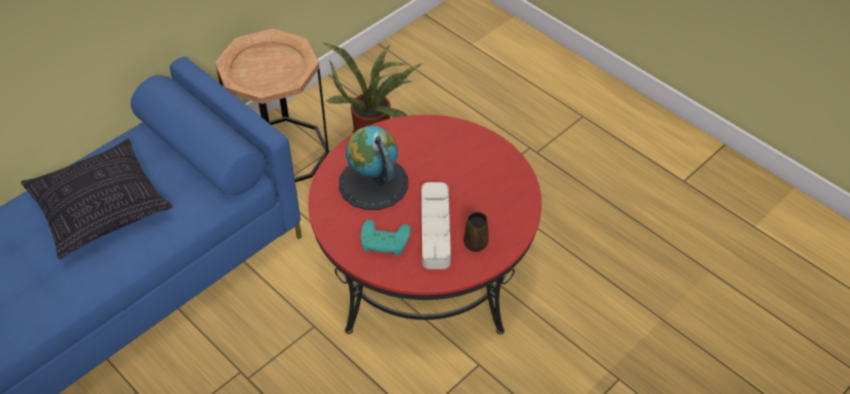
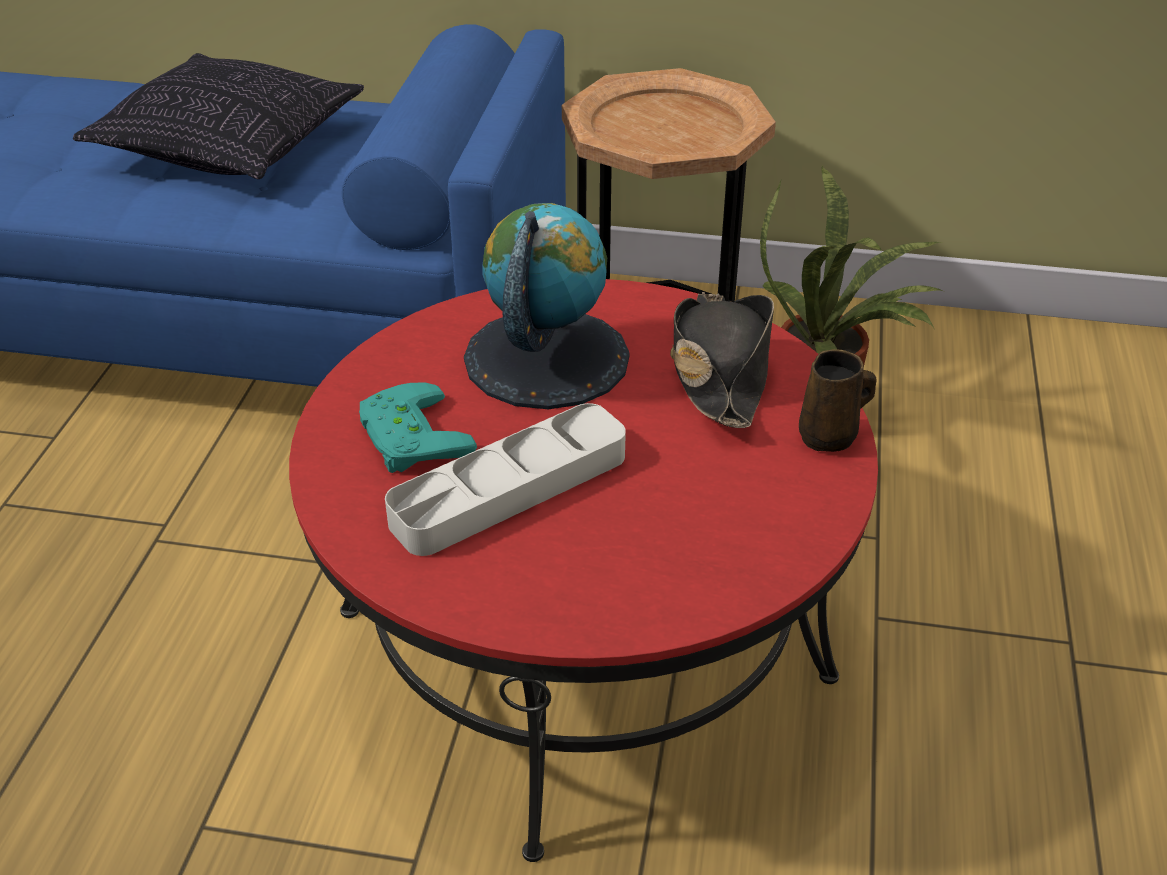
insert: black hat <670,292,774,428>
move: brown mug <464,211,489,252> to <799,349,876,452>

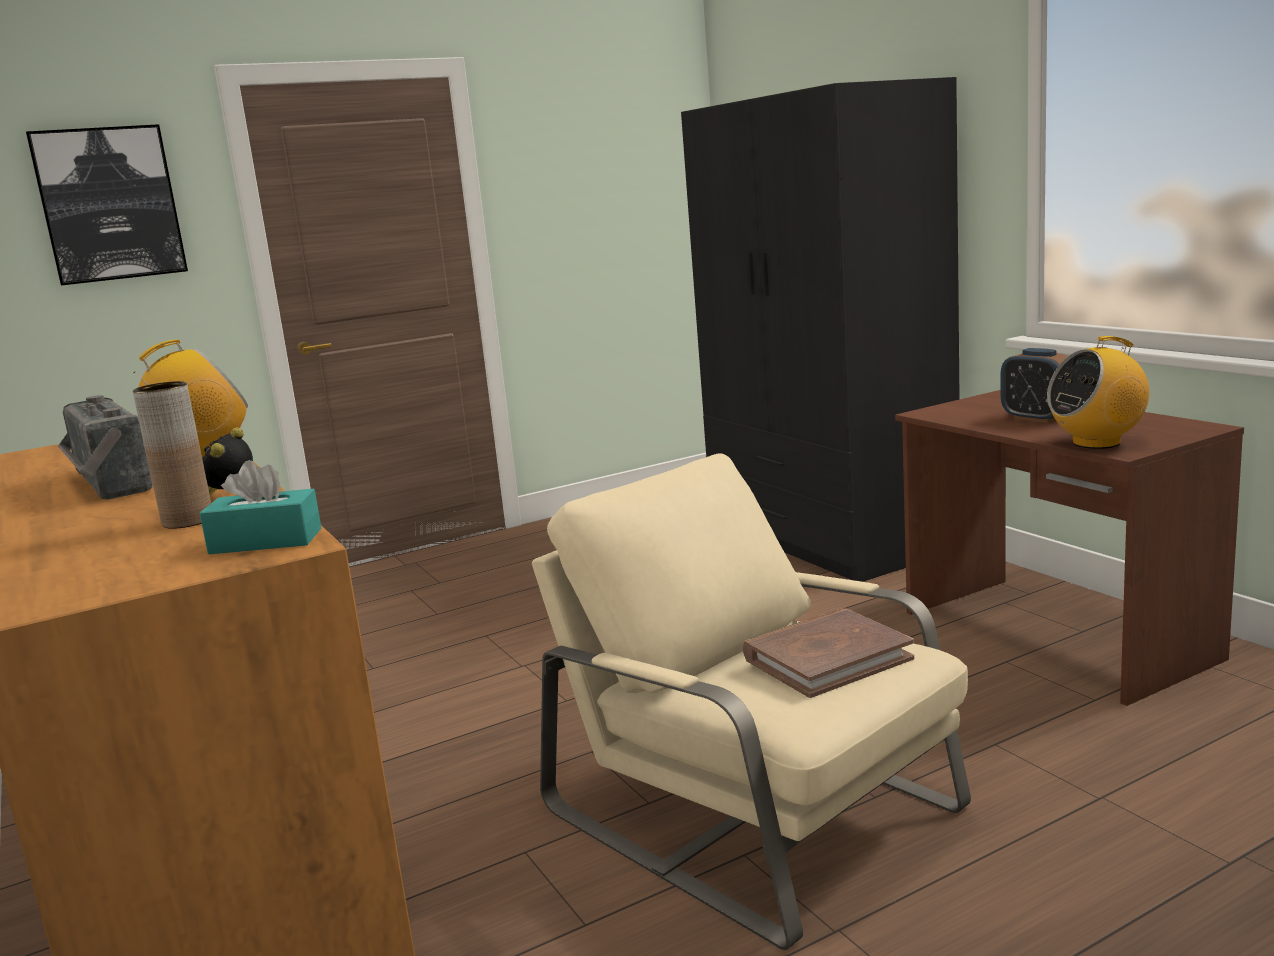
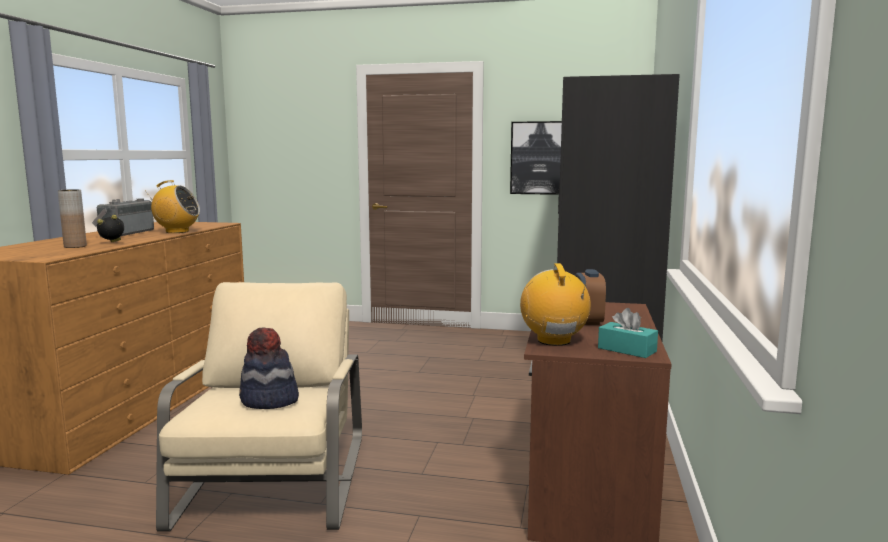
move: picture <26,124,188,285> to <510,121,562,195>; turquoise tissue box <199,460,321,554> to <598,308,658,358>
replace: brown book <743,608,914,698> to hat <239,328,299,409>
rotate: radio <1047,336,1149,449> = <520,263,591,346> 60 degrees clockwise

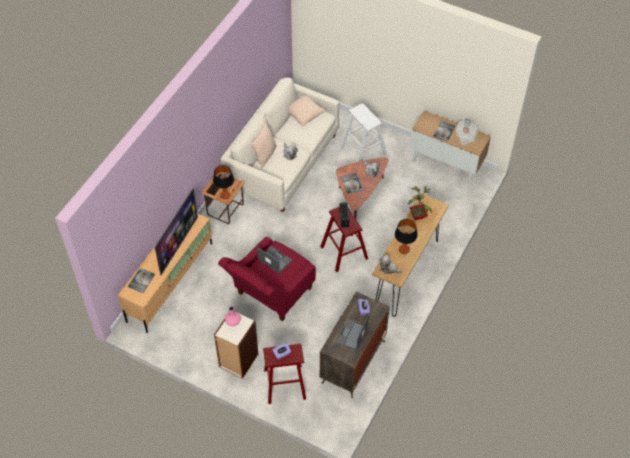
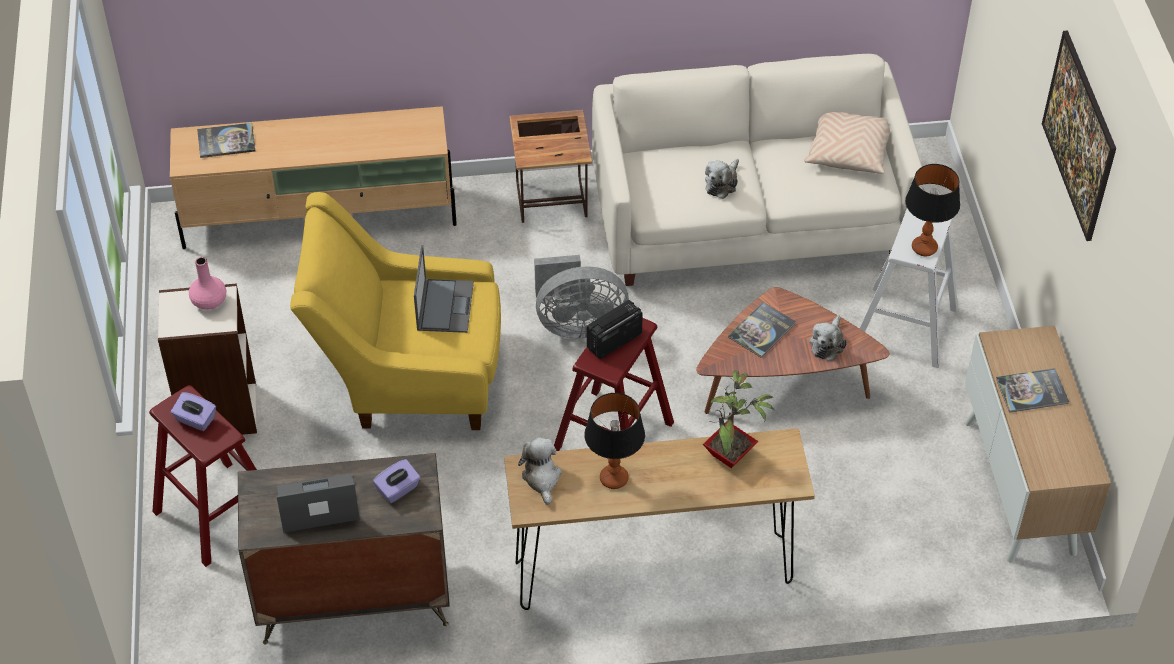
delete: television <155,189,198,275>; beige pillow <251,123,277,168>; newspaper <455,118,478,145>
insert: grey fan <534,255,629,339>; picture <1042,31,1116,241>
move: table lamp <213,165,234,199> to <905,164,960,256>
recolor: red armchair <218,237,316,321> to yellow armchair <290,192,501,430>

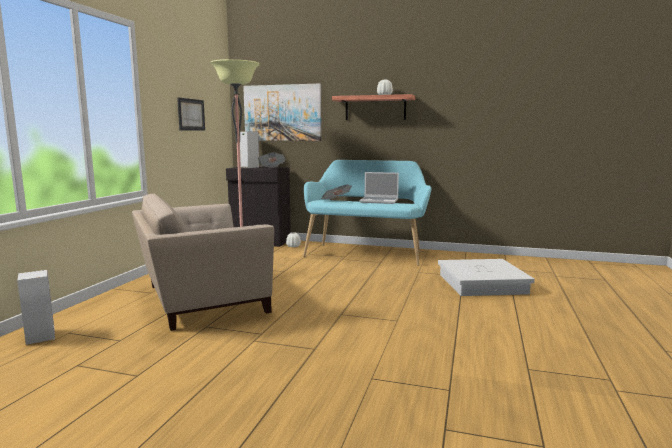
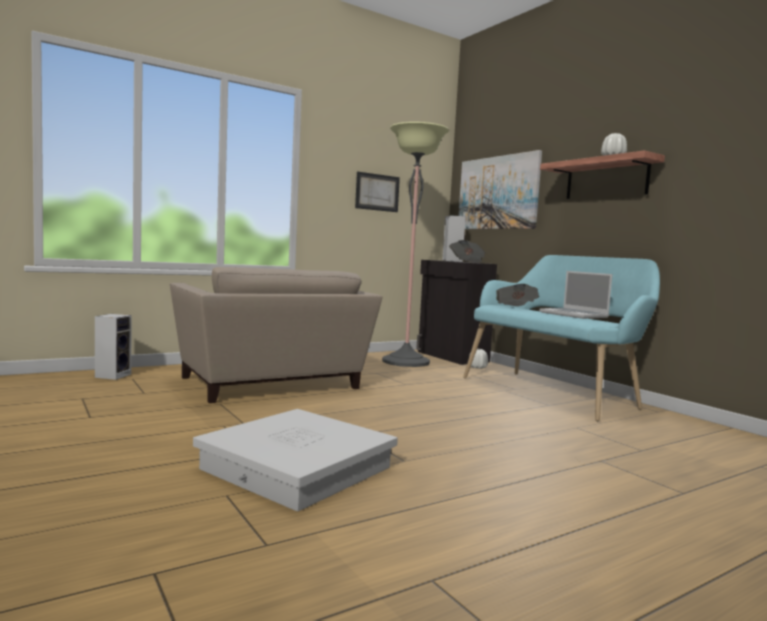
move: white storage box <438,259,535,296> to <193,409,398,512>
rotate: beige armchair <132,194,274,331> = <170,267,382,403> 135 degrees counterclockwise

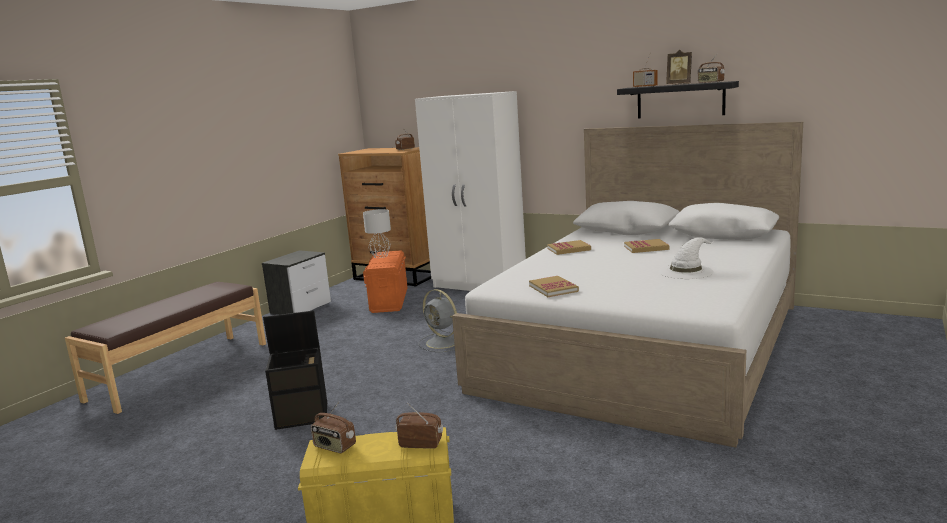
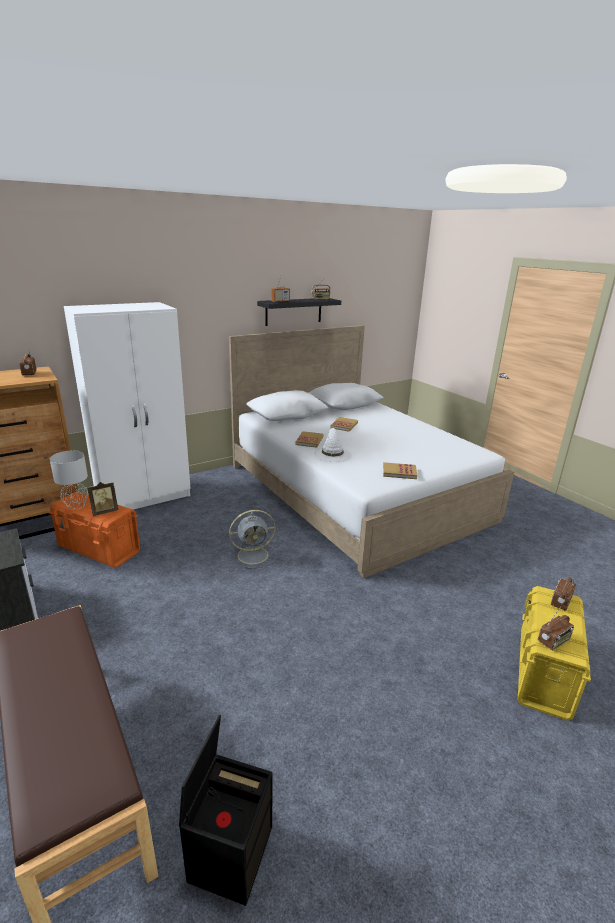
move: black storage box <263,310,327,430> to <179,715,272,906>; white hat <659,237,715,279> to <314,428,351,462>; picture frame <666,50,692,85> to <88,482,118,516>

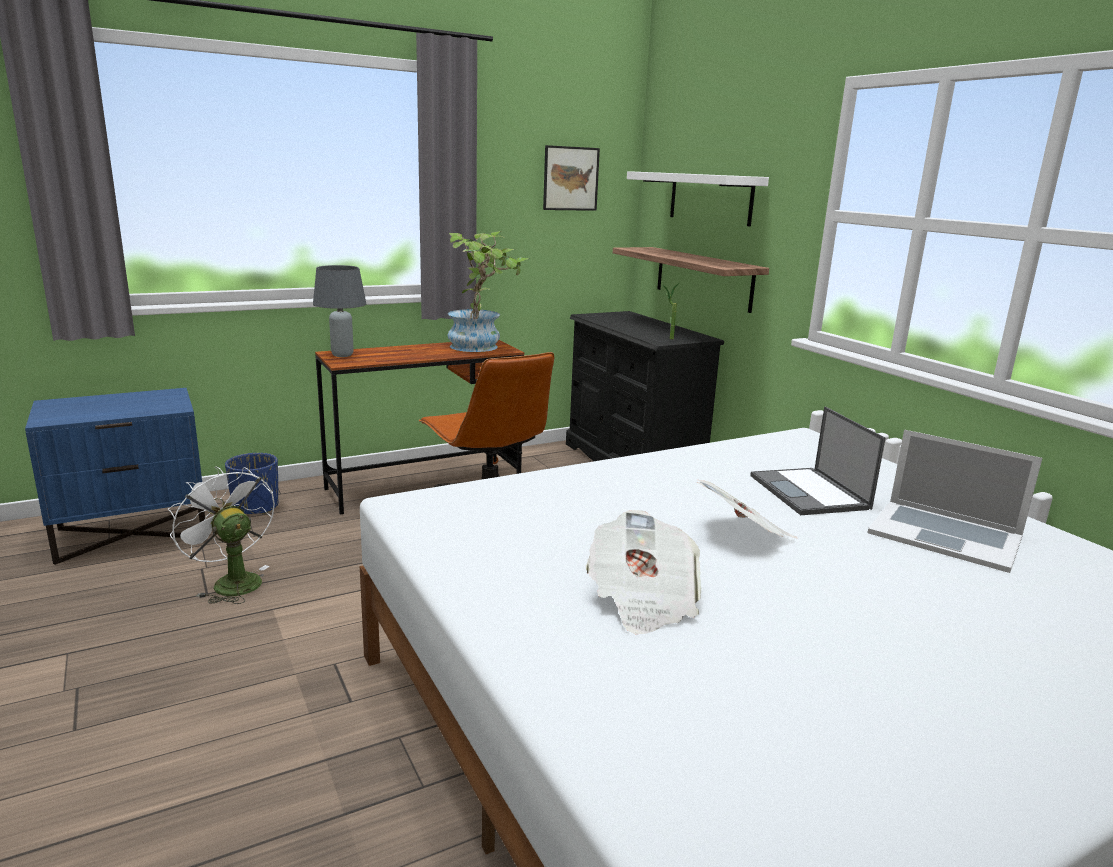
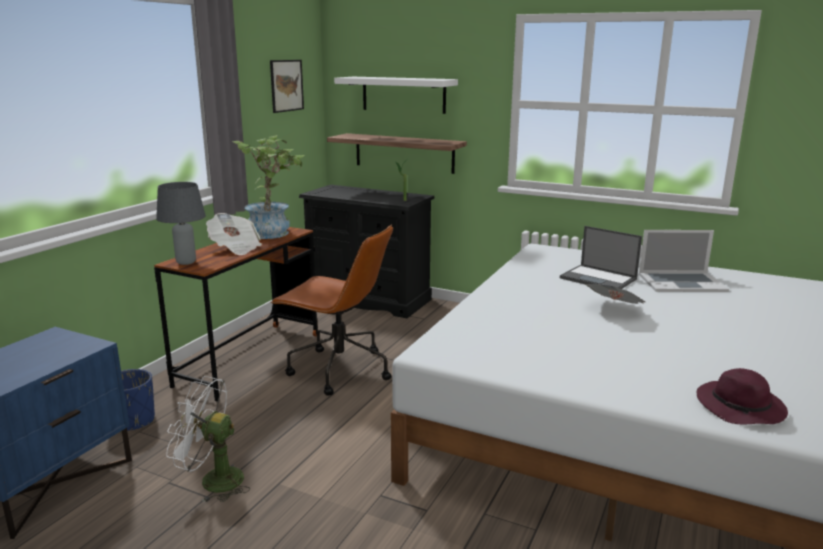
insert: purple hat <697,368,788,425>
move: newspaper <586,510,701,635> to <206,213,262,255>

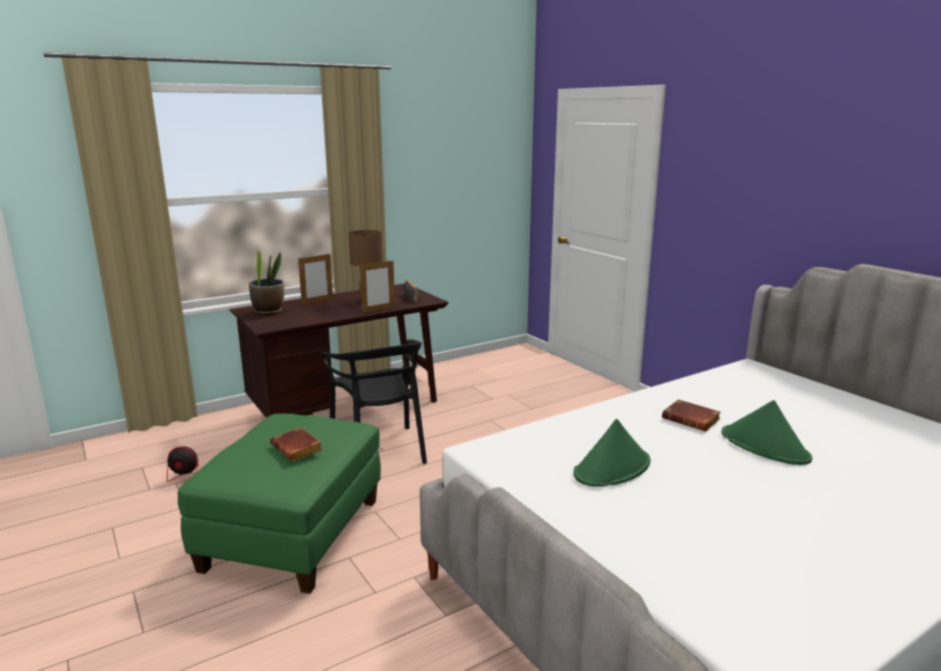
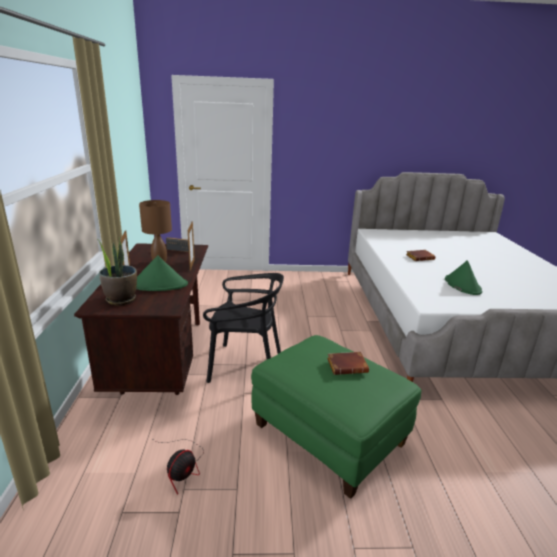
move: green hat <721,400,812,465> to <136,255,188,291>

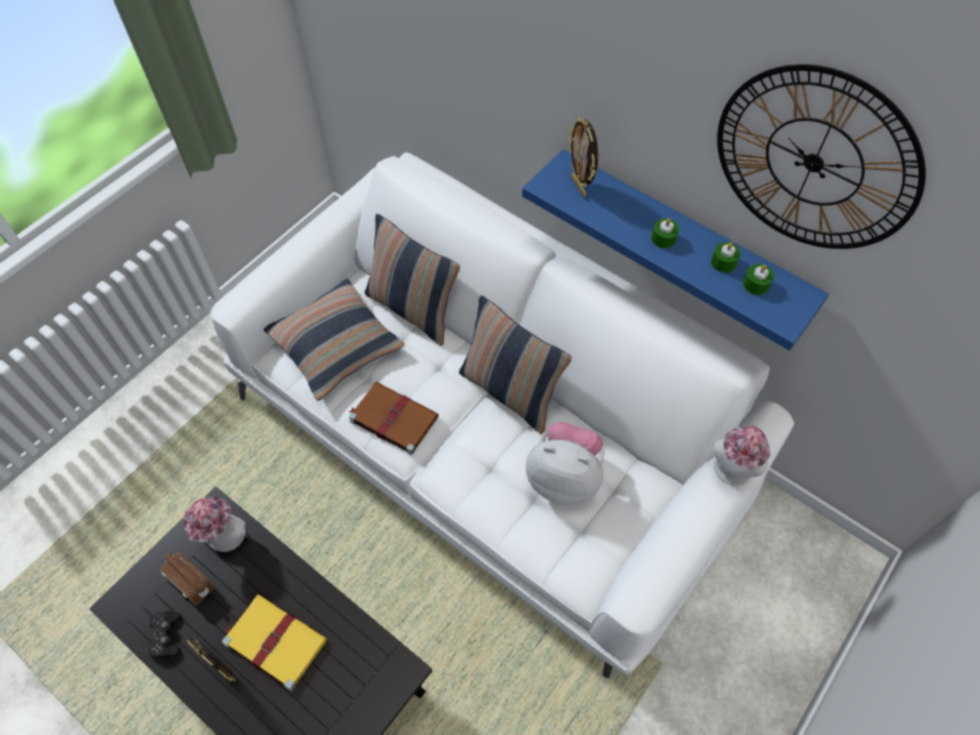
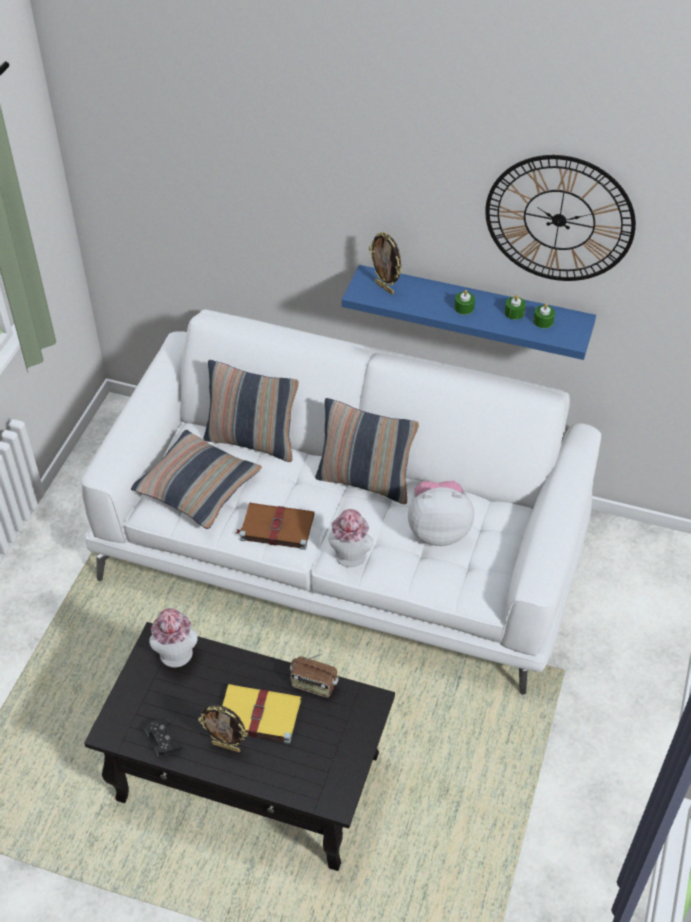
move: radio <160,551,215,605> to <290,654,339,698>; hat <713,426,771,486> to <328,509,373,567>

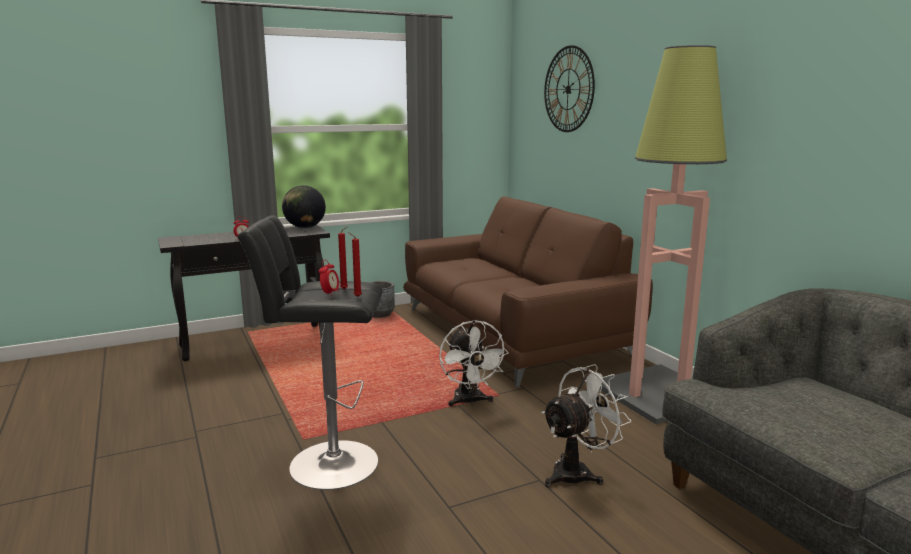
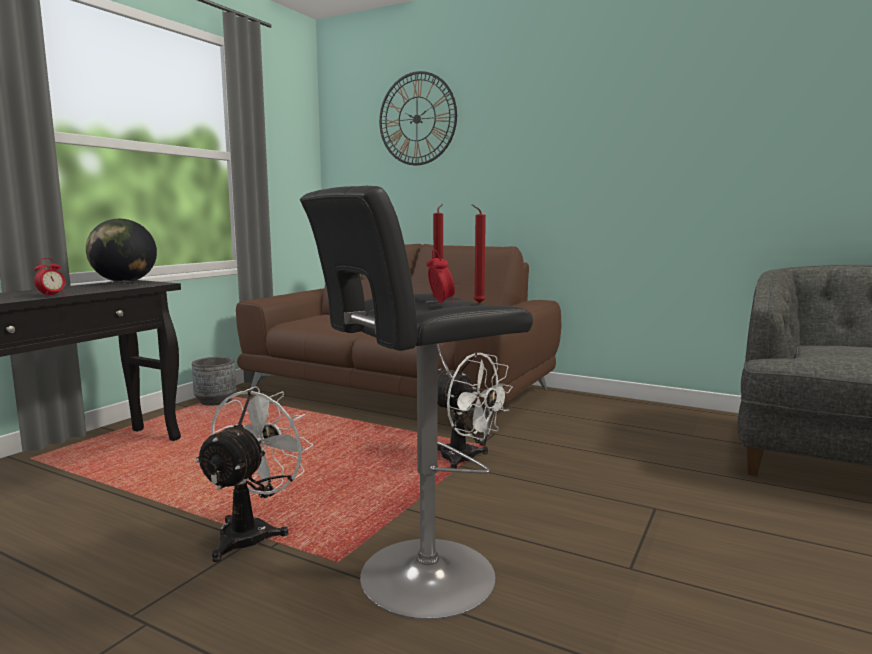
delete: floor lamp <599,45,727,425>
move: white fan <542,364,631,487> to <194,386,313,562>

